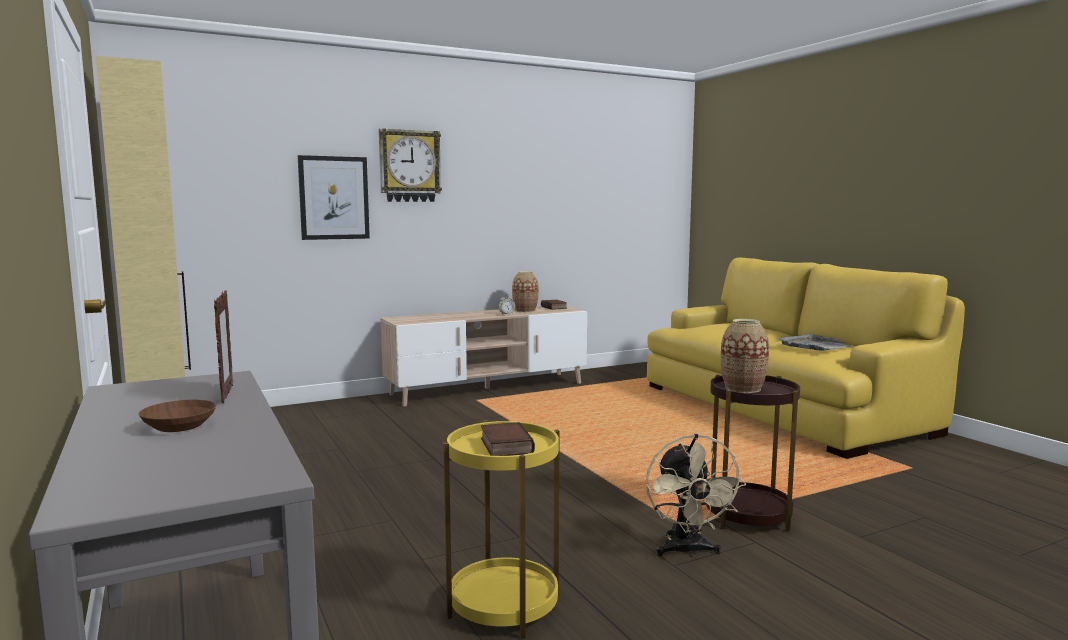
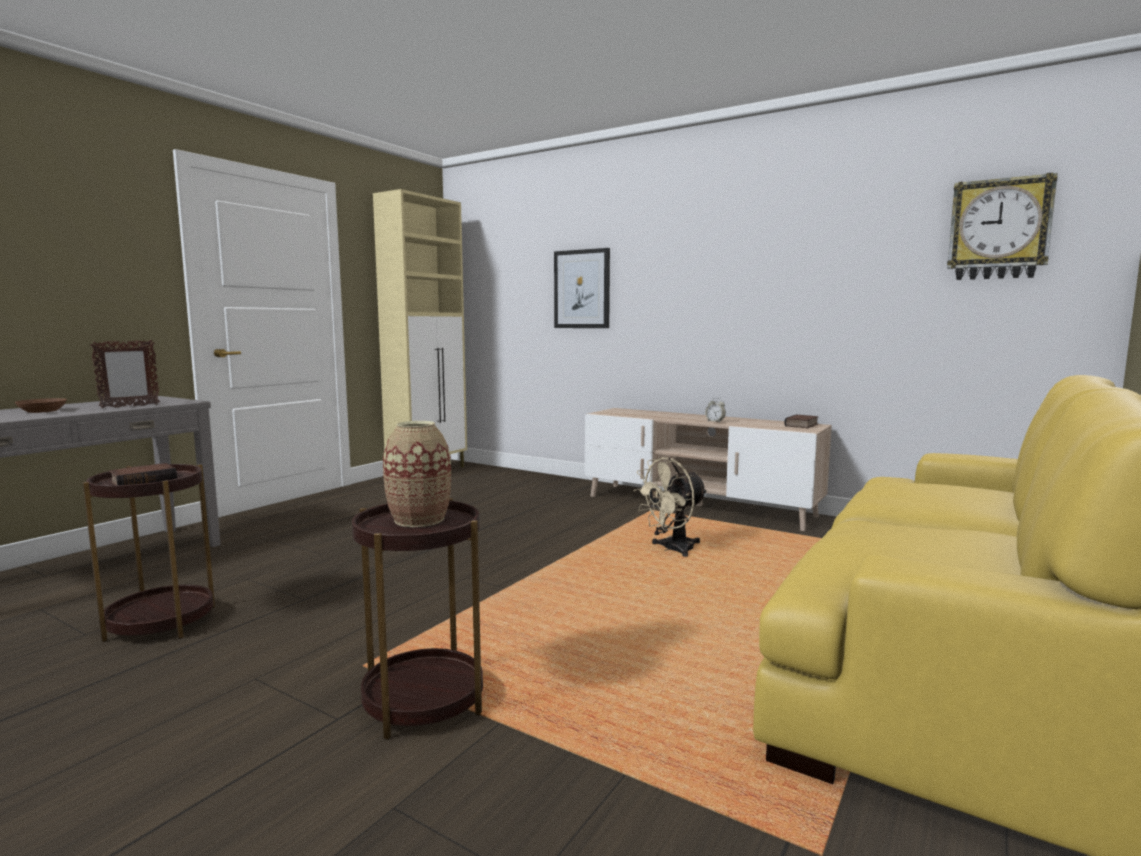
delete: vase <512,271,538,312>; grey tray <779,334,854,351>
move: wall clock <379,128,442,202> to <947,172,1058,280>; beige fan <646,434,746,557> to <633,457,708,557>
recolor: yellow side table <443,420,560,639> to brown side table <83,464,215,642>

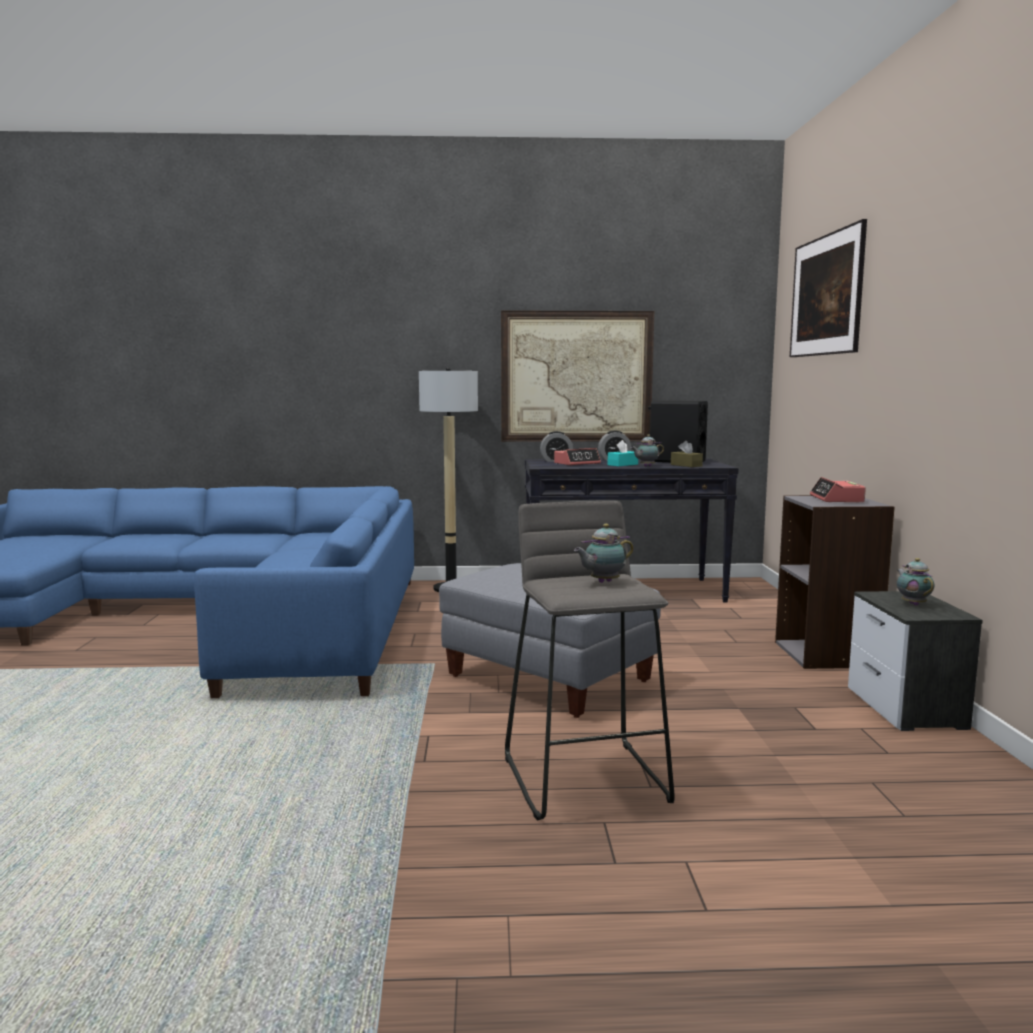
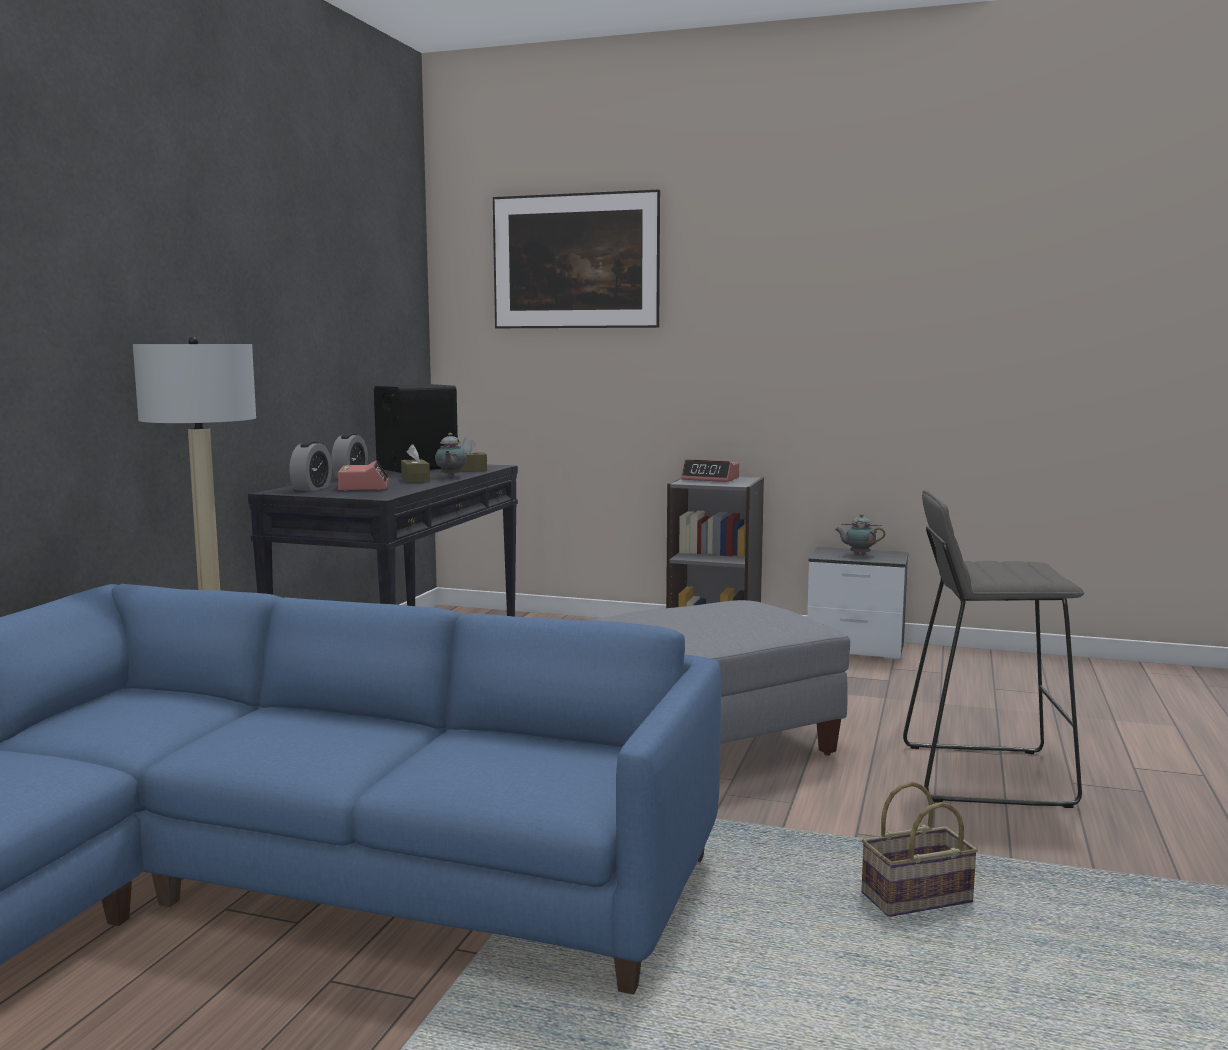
delete: picture <501,310,654,442>; teapot <574,524,634,583>
insert: basket <861,782,978,917>
recolor: turquoise tissue box <608,440,638,466> to brown tissue box <401,444,430,483>

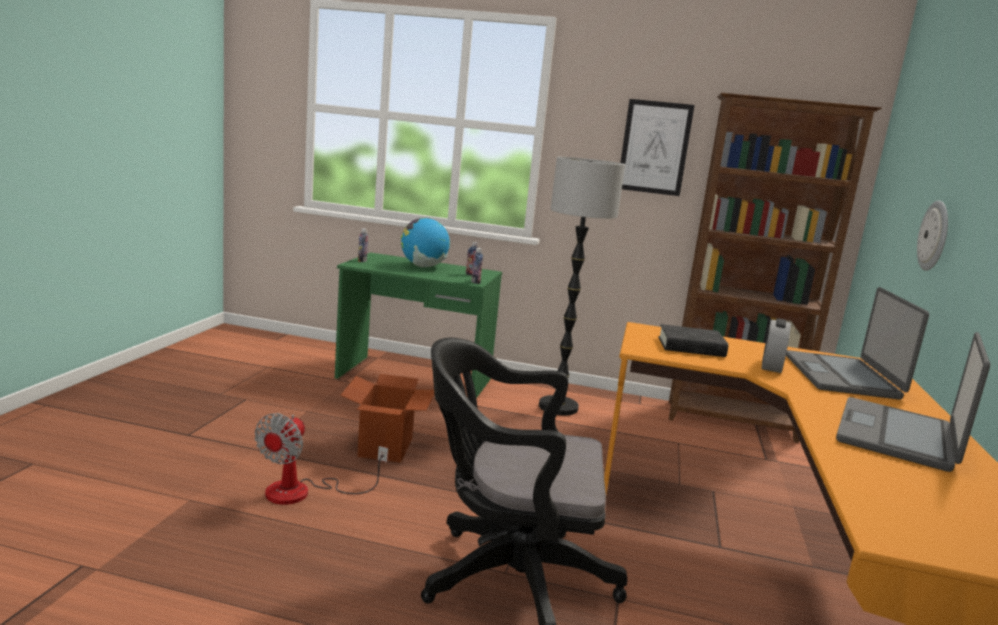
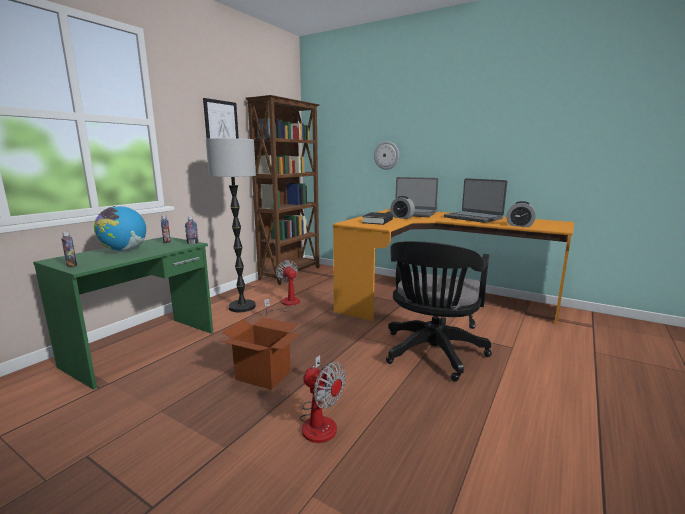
insert: fan <264,260,300,316>; alarm clock <506,201,536,227>

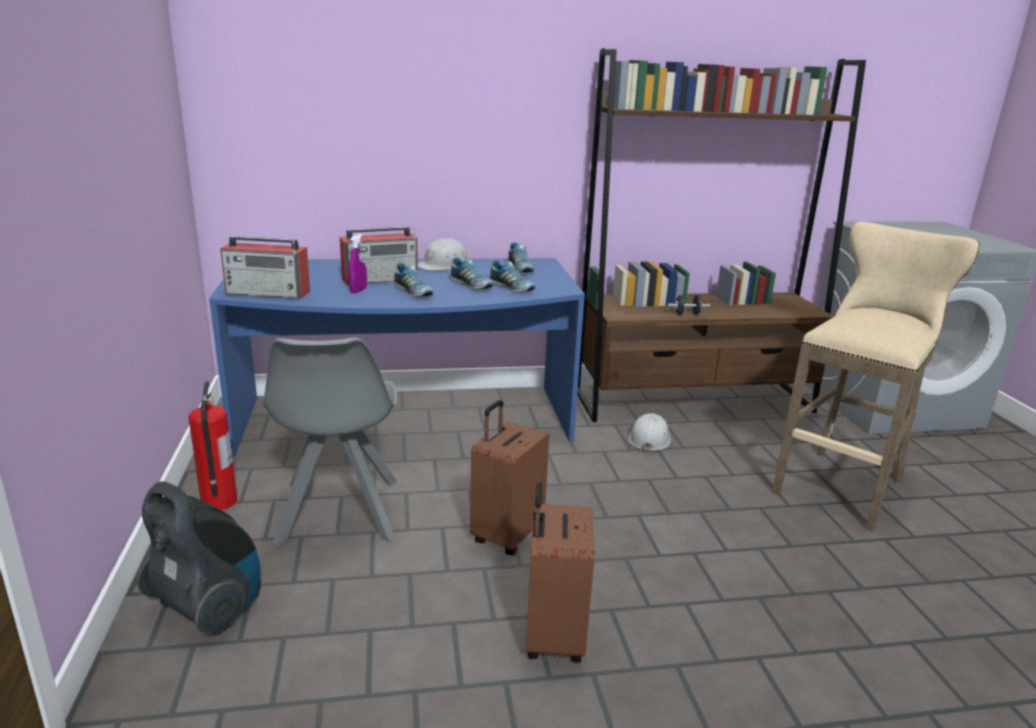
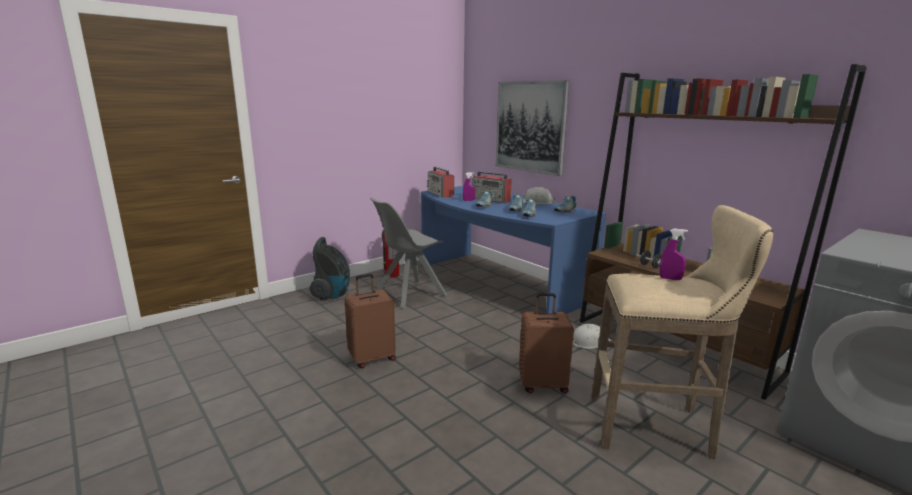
insert: picture <496,80,570,176>; purple spray bottle <660,228,688,280>
move: brown suitcase <470,400,549,555> to <519,293,574,394>

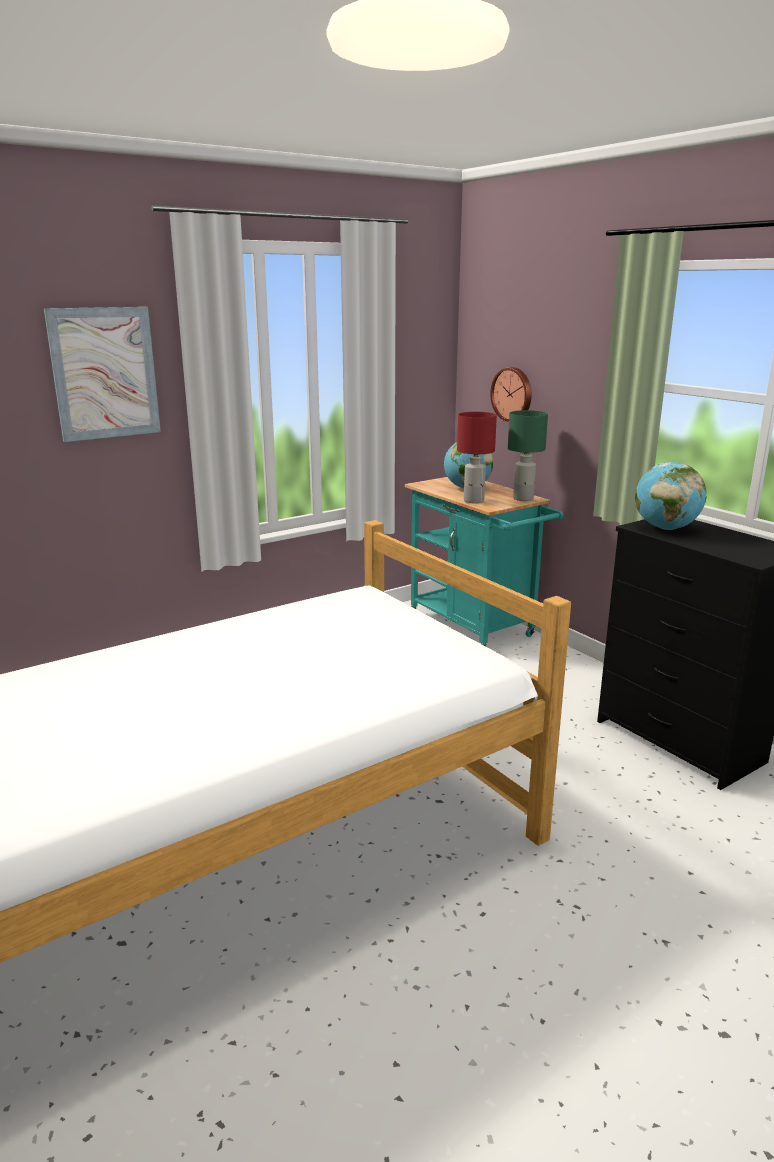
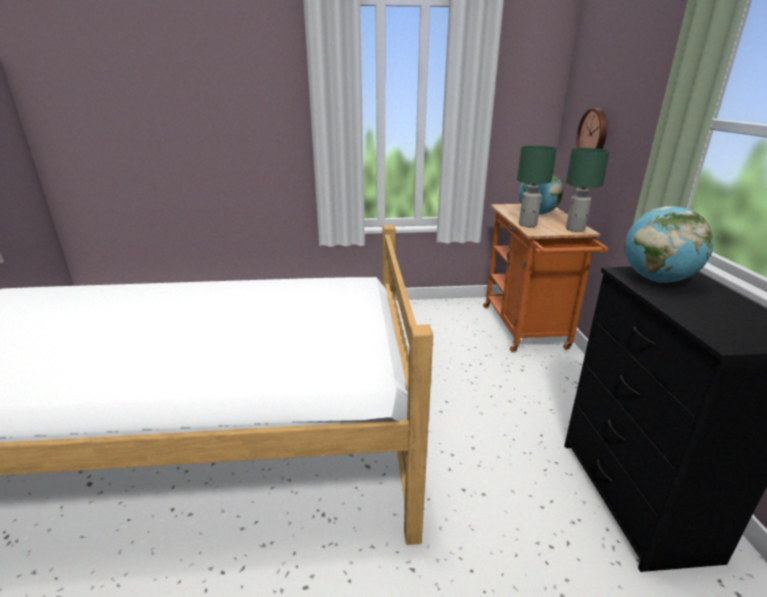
delete: picture <44,307,161,442>
recolor: turquoise cart <405,477,564,646> to orange cart <483,204,608,352>; red table lamp <457,412,497,503> to green table lamp <517,146,557,227>

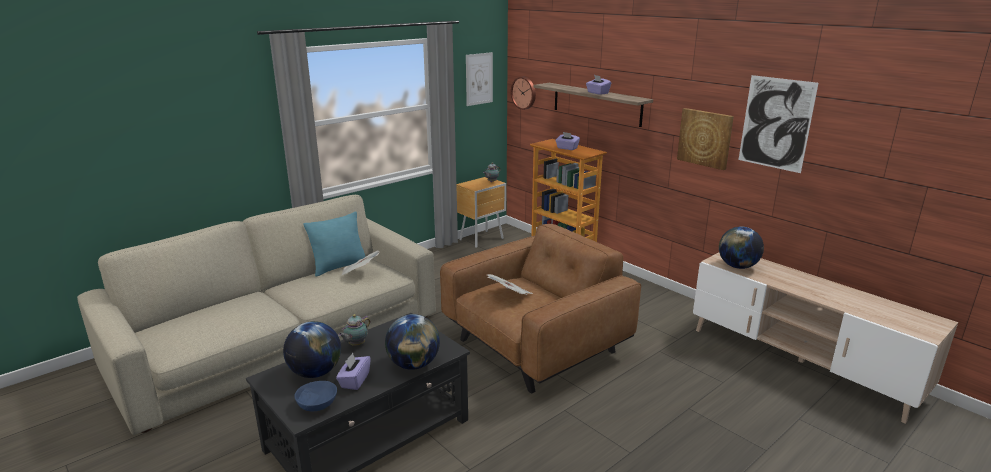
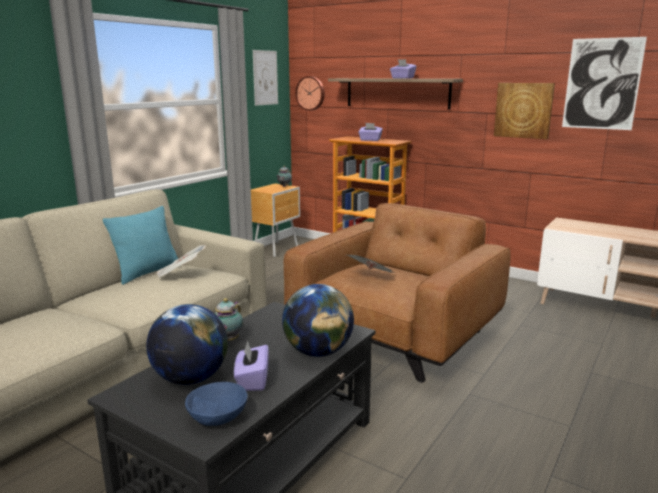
delete: globe <719,226,764,269>

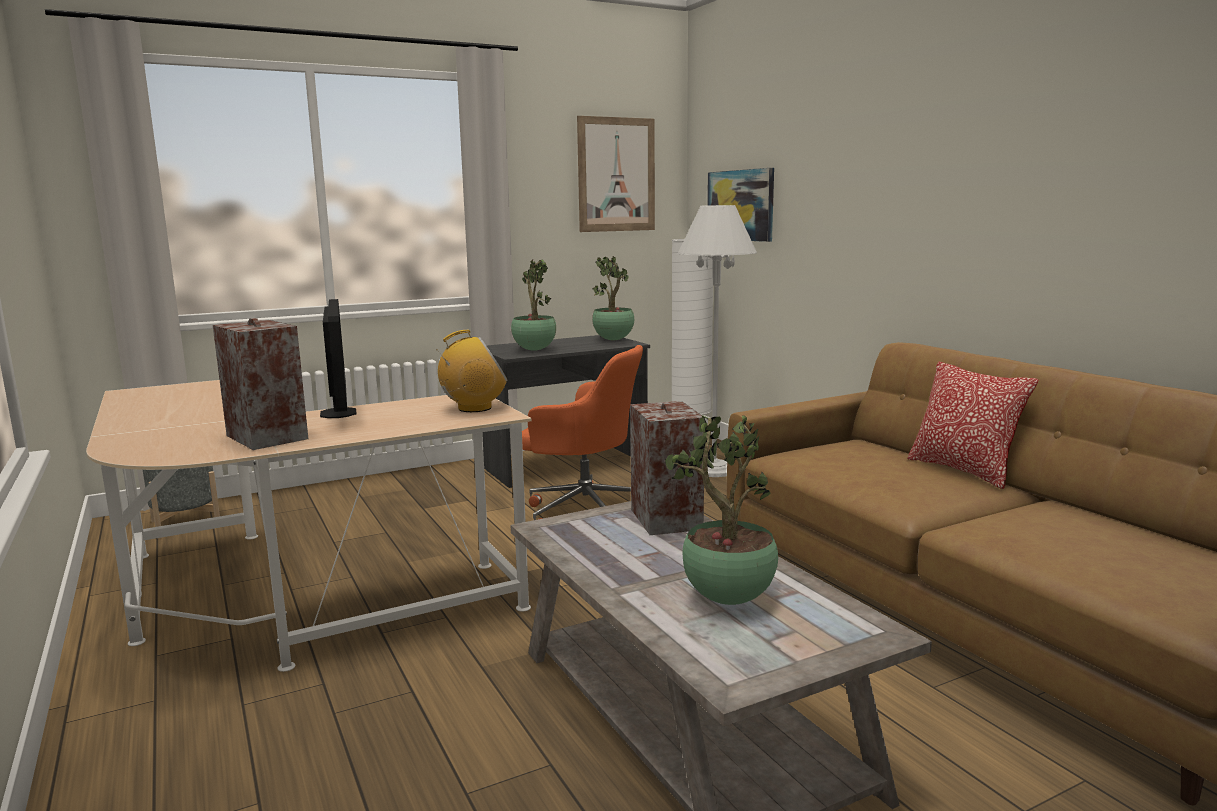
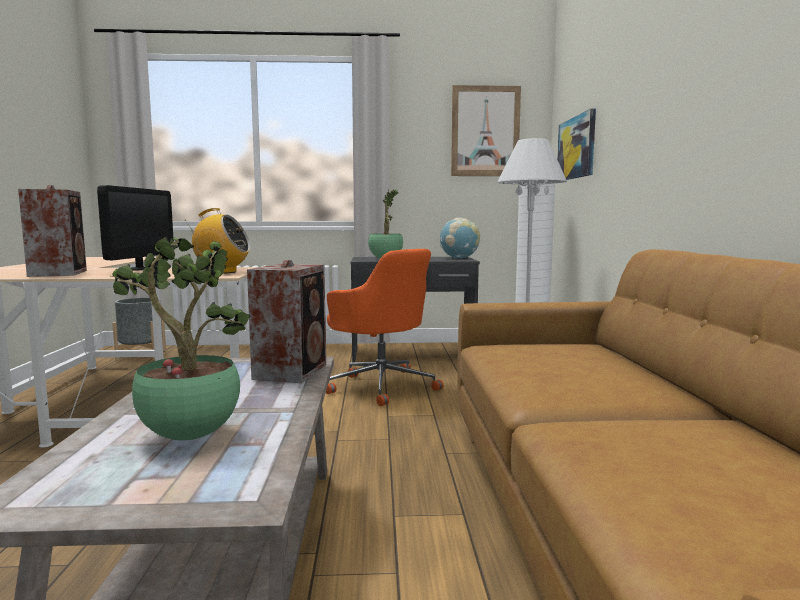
delete: pillow <907,362,1038,489>
replace: potted plant <592,256,634,340> to globe <440,218,480,258>

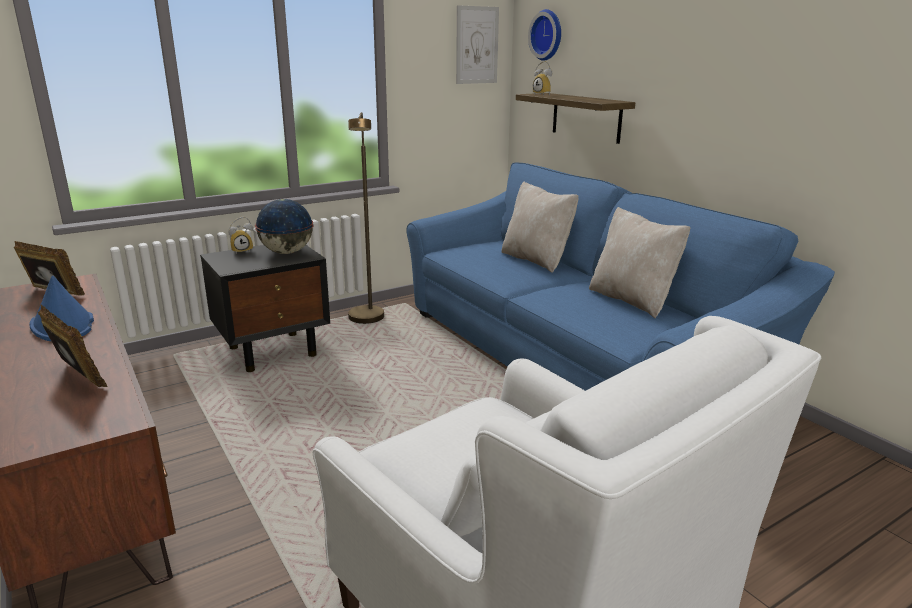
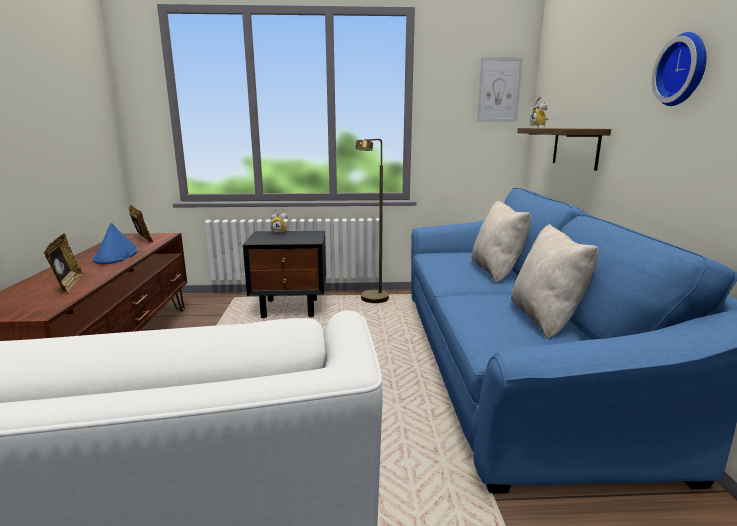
delete: globe <255,199,314,254>
move: wall clock <528,9,561,61> to <652,32,707,106>

